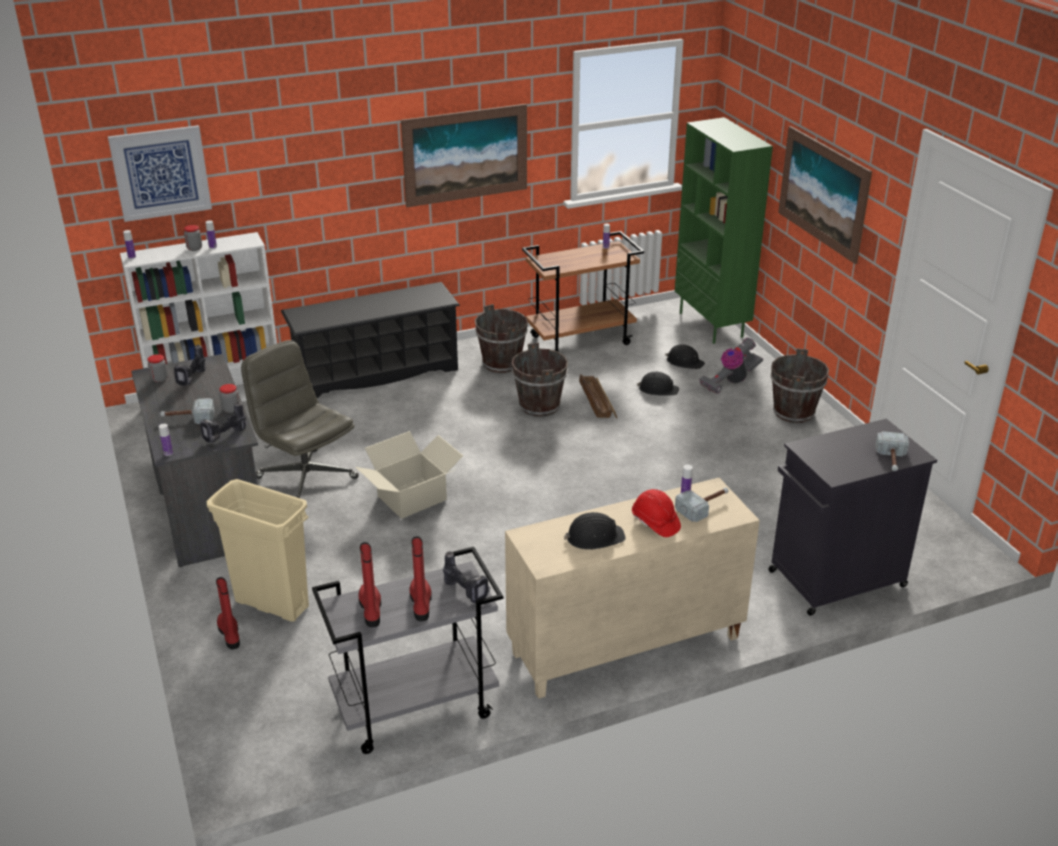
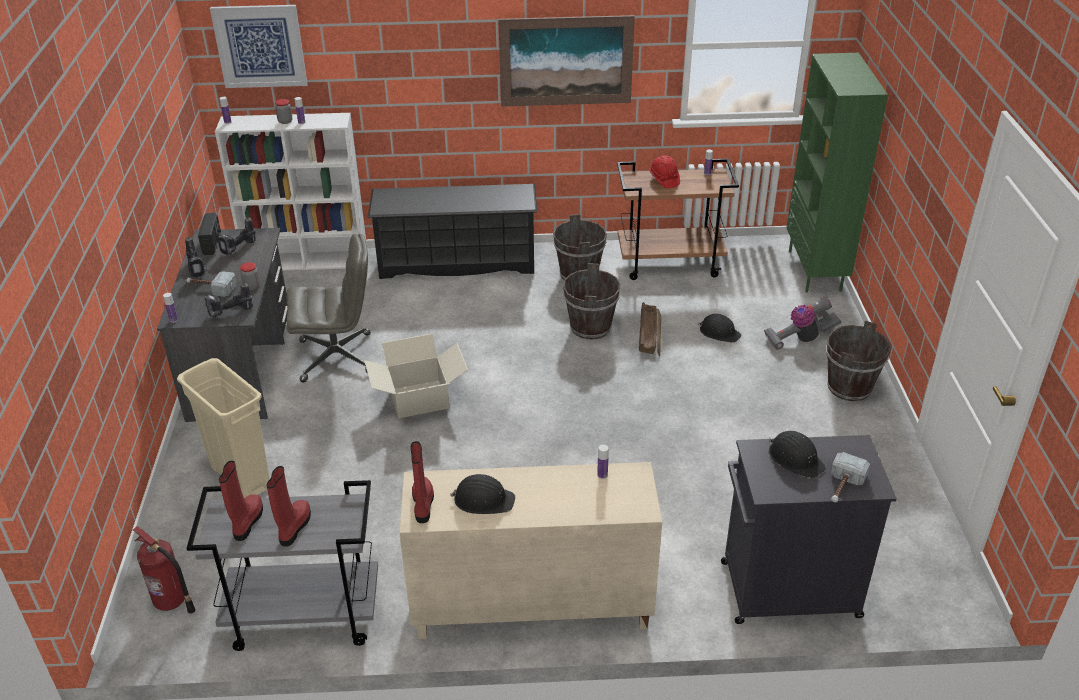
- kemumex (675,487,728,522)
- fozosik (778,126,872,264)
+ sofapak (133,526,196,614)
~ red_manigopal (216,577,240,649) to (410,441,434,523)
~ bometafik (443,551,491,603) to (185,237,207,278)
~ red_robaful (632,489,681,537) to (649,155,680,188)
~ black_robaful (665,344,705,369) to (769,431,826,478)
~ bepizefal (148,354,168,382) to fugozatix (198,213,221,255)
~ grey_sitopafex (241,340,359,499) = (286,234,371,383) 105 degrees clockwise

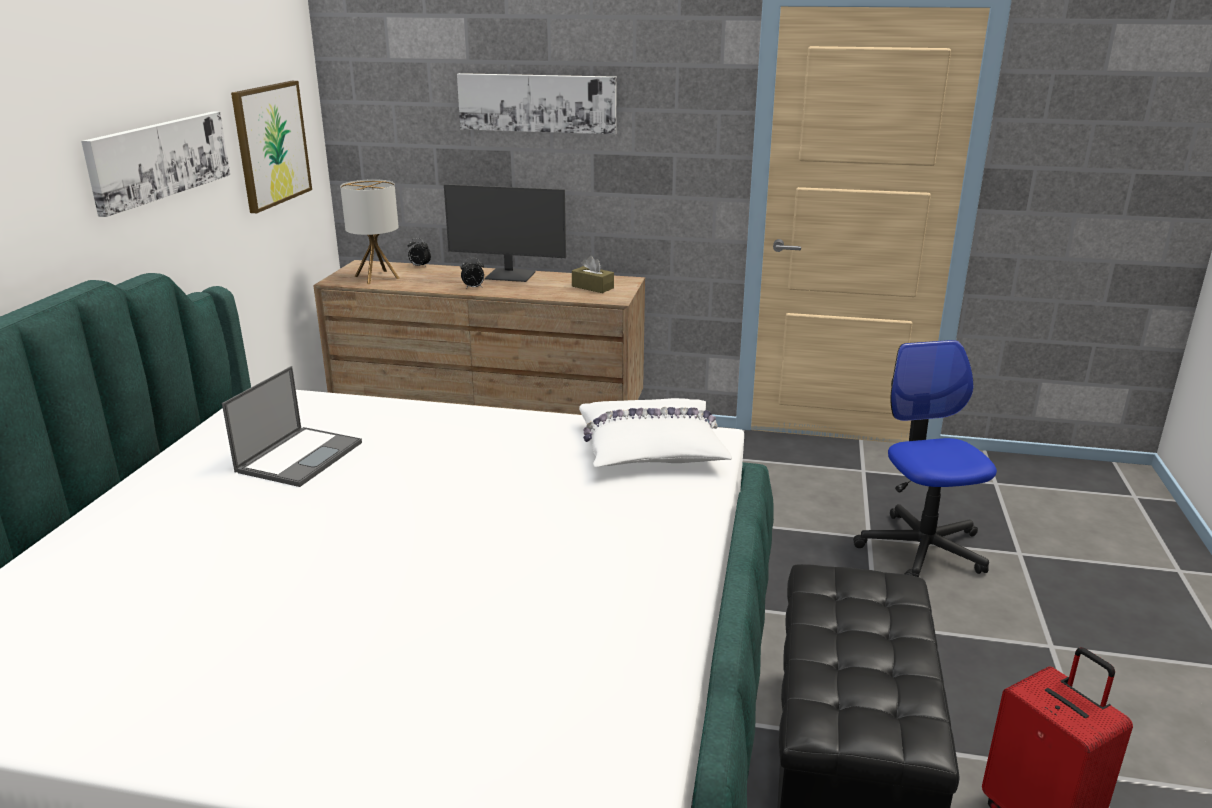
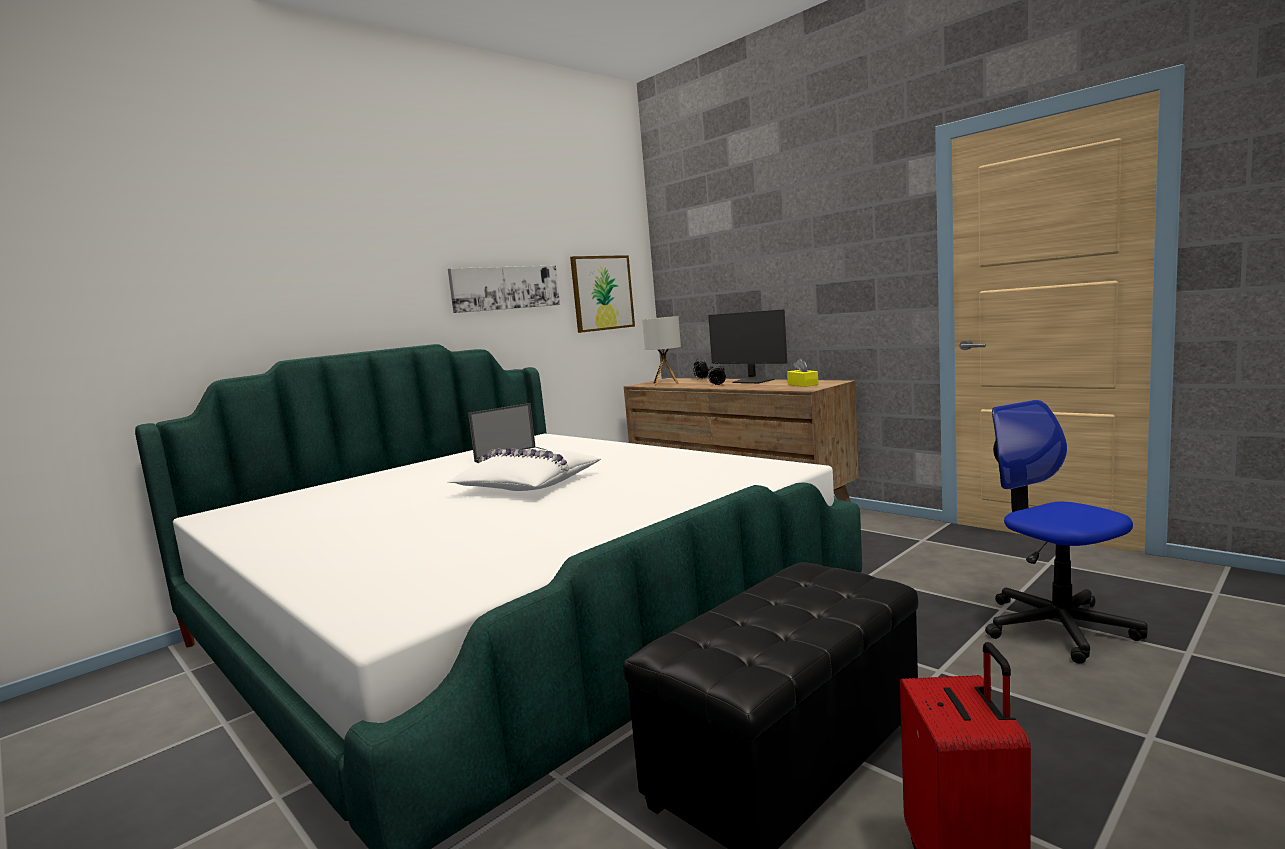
- fozosik (457,73,617,135)
~ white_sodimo (579,398,732,467) to (447,448,601,491)
~ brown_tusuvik (572,256,614,293) to yellow_tusuvik (787,358,819,387)
~ sitopafex (853,340,997,577) = (985,400,1148,664) 45 degrees counterclockwise

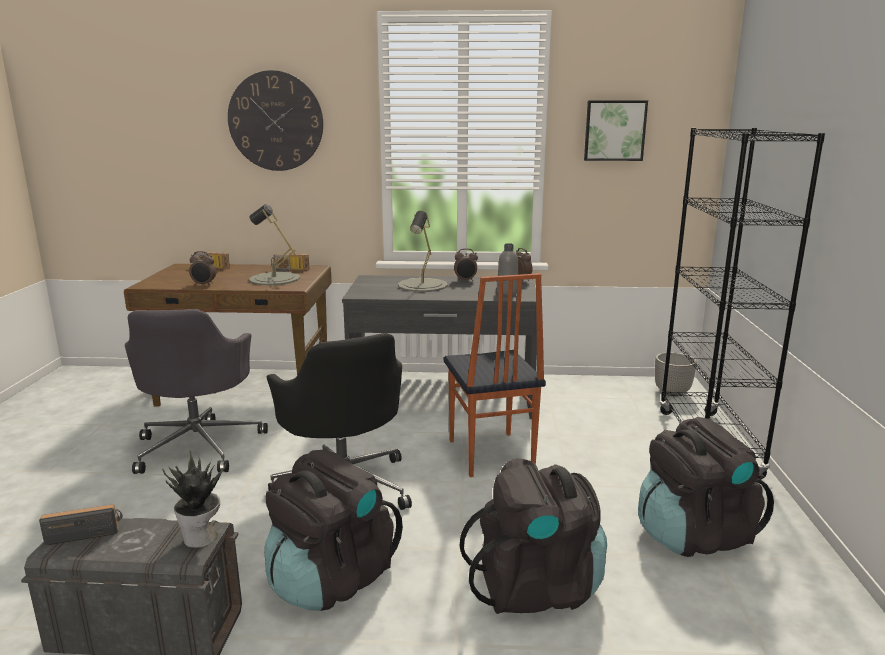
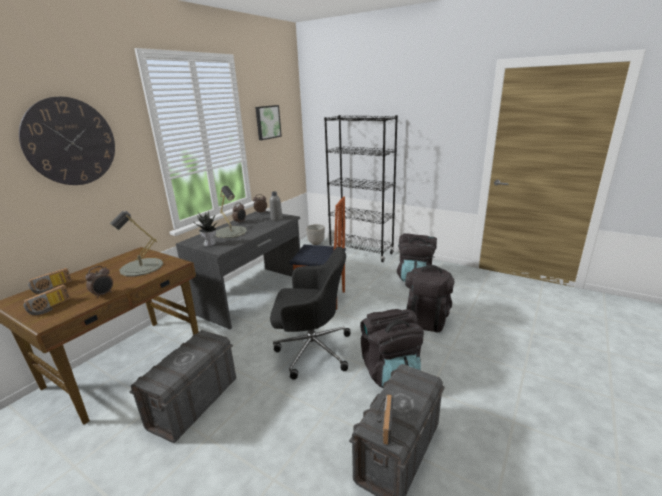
~ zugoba (162,450,226,548) to (193,211,218,246)
~ fugozatix (271,254,310,272) to (23,285,70,315)
~ grey_sitopafex (125,309,268,474) to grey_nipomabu (130,330,236,443)

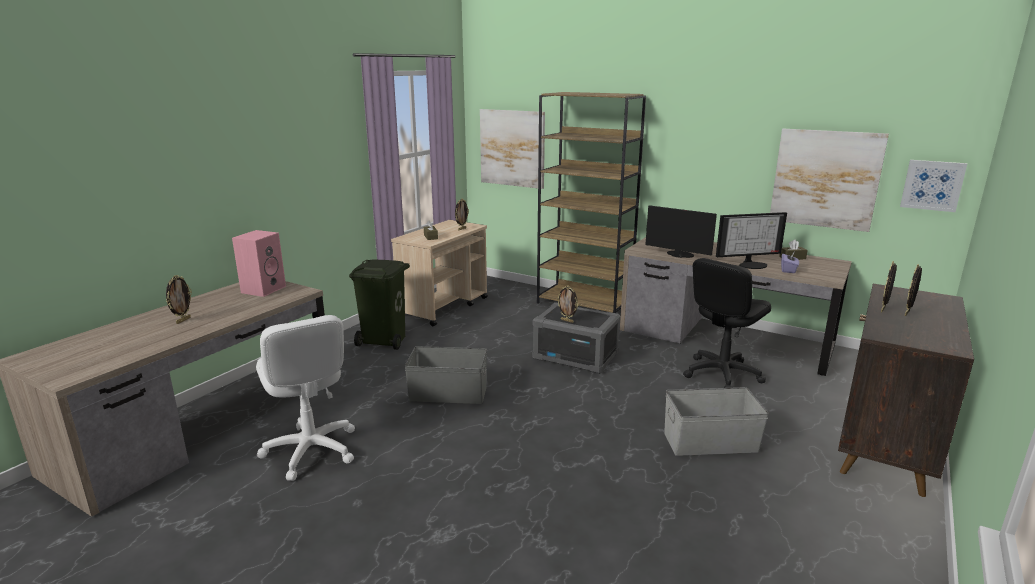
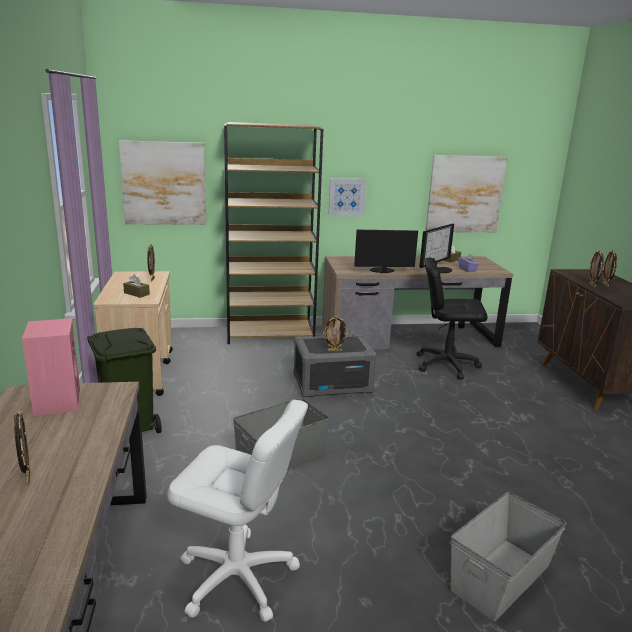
~ grey_nipomabu (664,387,769,456) to (450,492,566,621)
~ fozosik (900,160,967,212) to (328,178,366,216)
~ black_sitopafex (683,258,771,388) = (417,257,488,379) 90 degrees clockwise

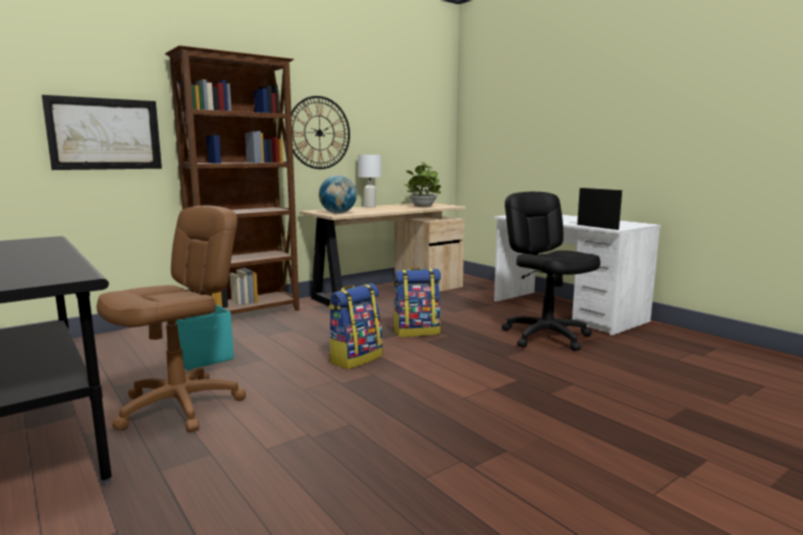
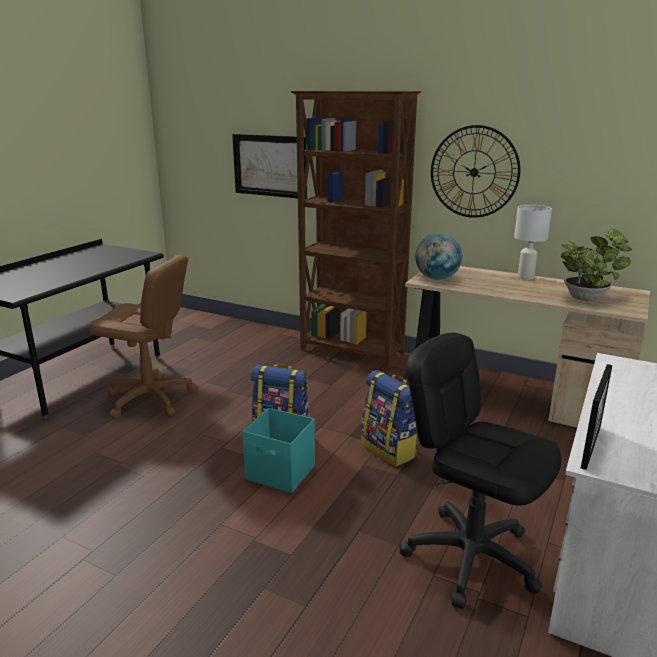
~ turquoise_nipomabu (176,304,234,370) to (242,408,315,493)
~ black_sitopafex (502,192,600,351) = (400,333,562,609) 90 degrees counterclockwise

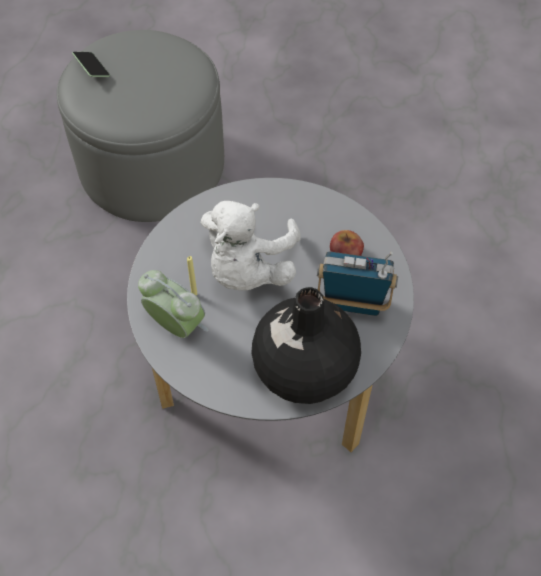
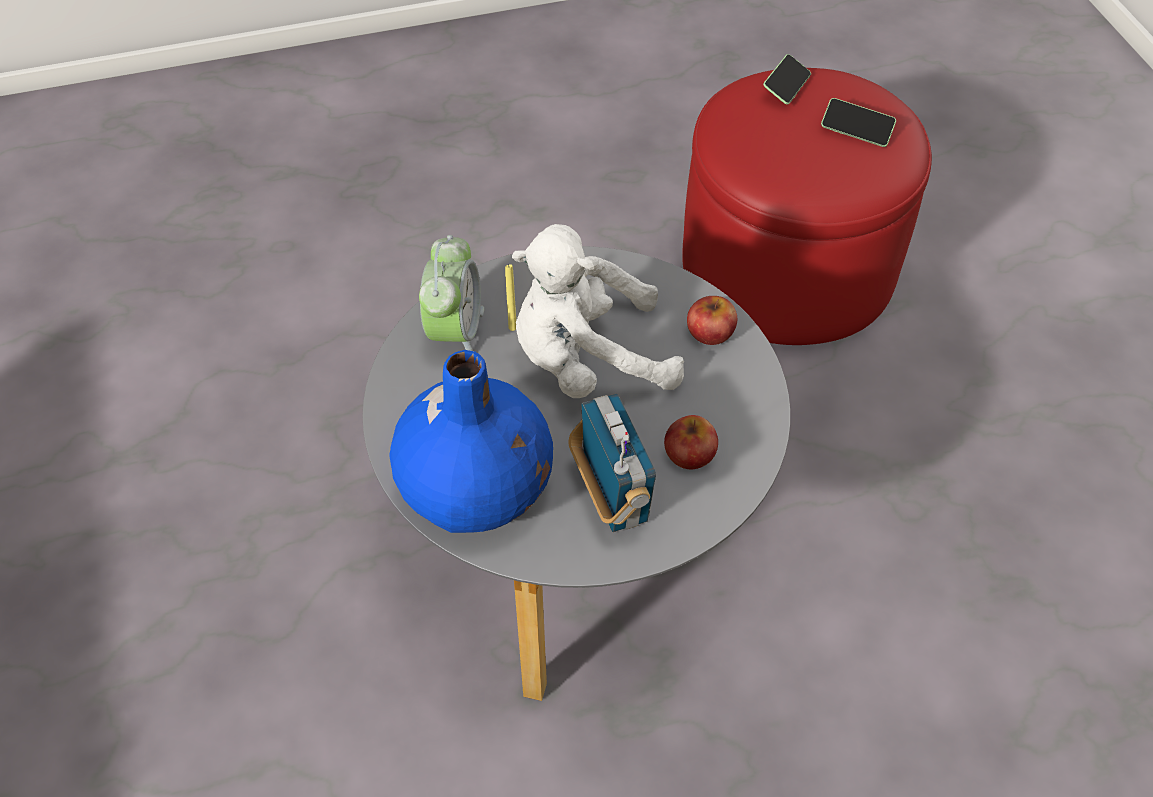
+ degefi (687,296,737,345)
+ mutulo (821,98,896,147)
~ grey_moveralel (56,30,224,222) to red_moveralel (682,68,932,345)
~ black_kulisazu (251,287,361,404) to blue_kulisazu (389,350,553,533)

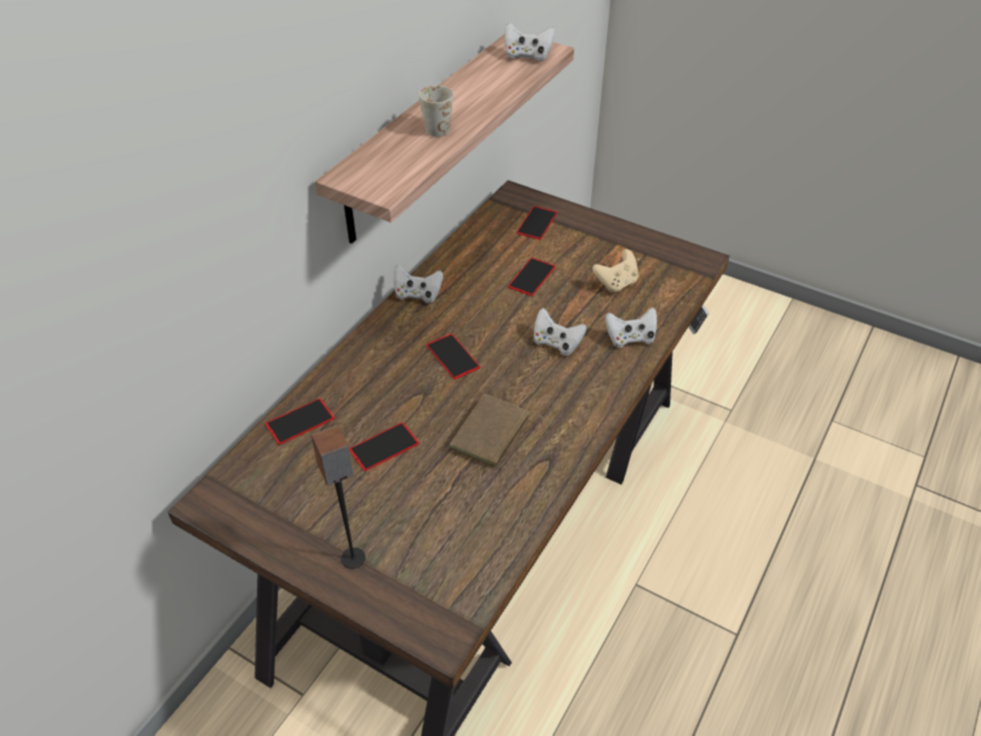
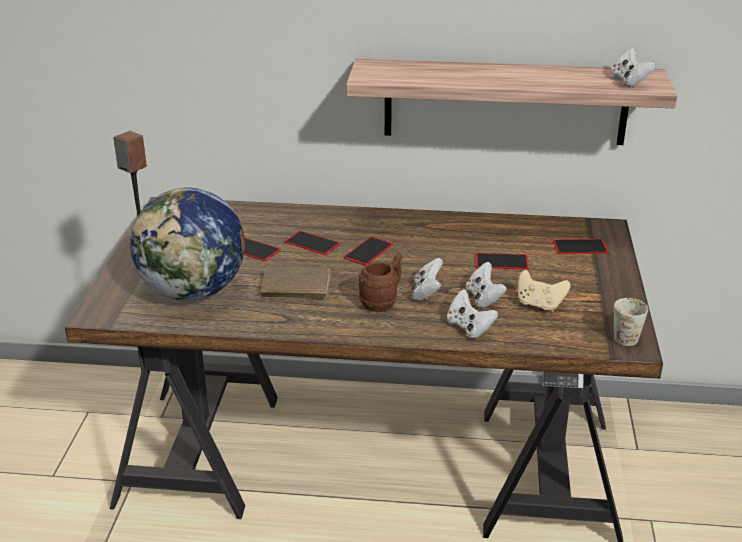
+ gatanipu (130,188,245,301)
+ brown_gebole (358,253,402,312)
~ mutulo (265,398,335,445) to (284,231,340,255)
~ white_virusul (394,265,443,303) to (466,262,507,308)
~ white_gebole (419,85,453,137) to (614,298,648,346)

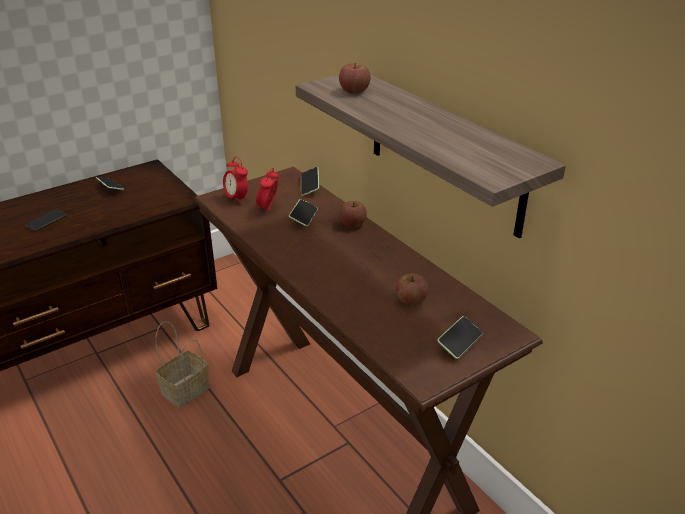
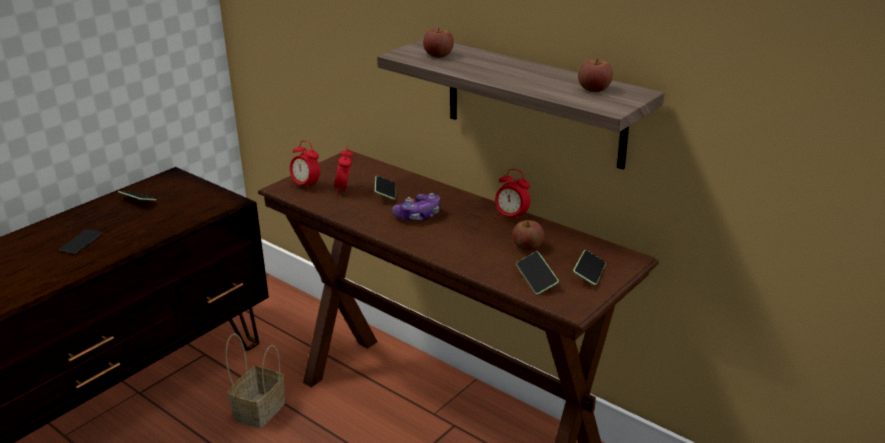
+ virusul (392,193,440,221)
+ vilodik (495,169,531,223)
~ mutulo (301,167,319,196) to (516,252,559,295)
~ degefi (339,201,367,228) to (578,59,613,92)

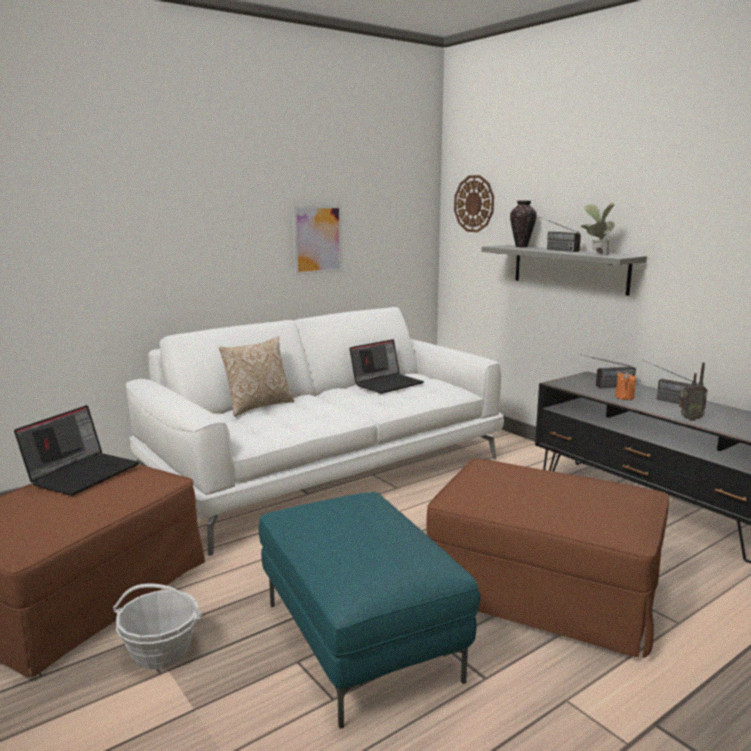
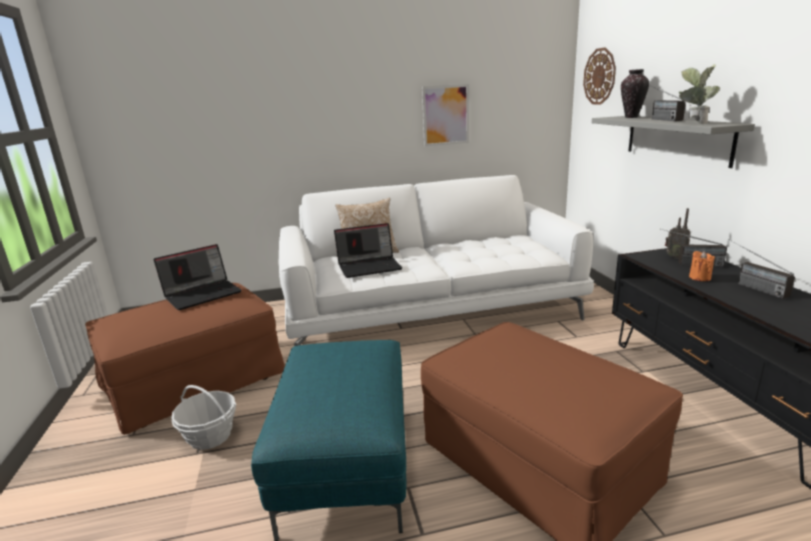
~ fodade (349,339,424,394) to (334,223,402,278)
~ fugozatix (679,362,708,421) to (665,208,691,259)

